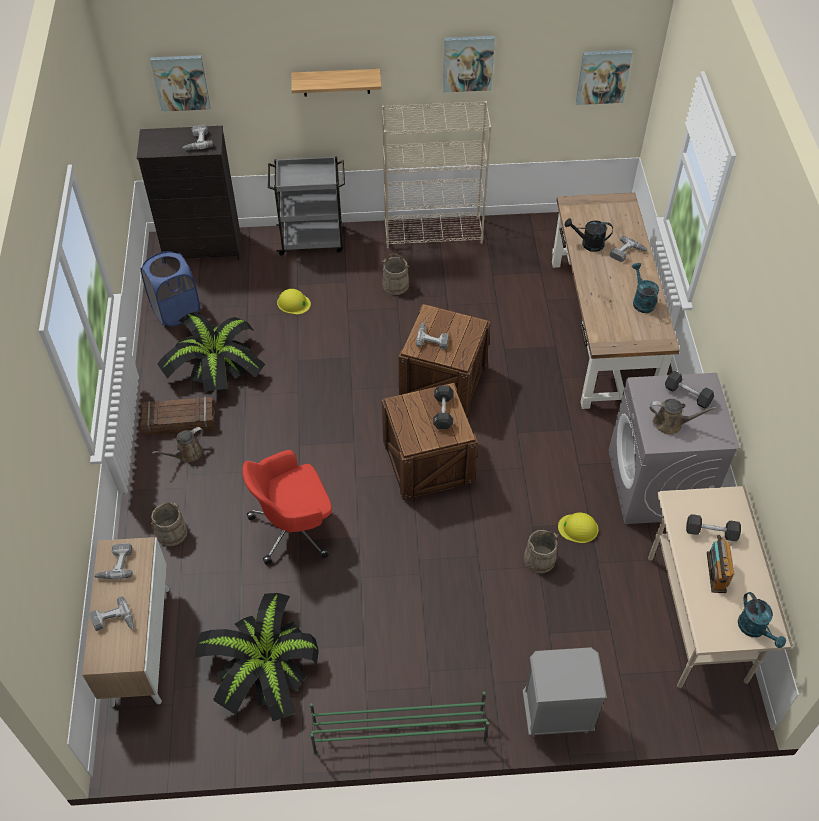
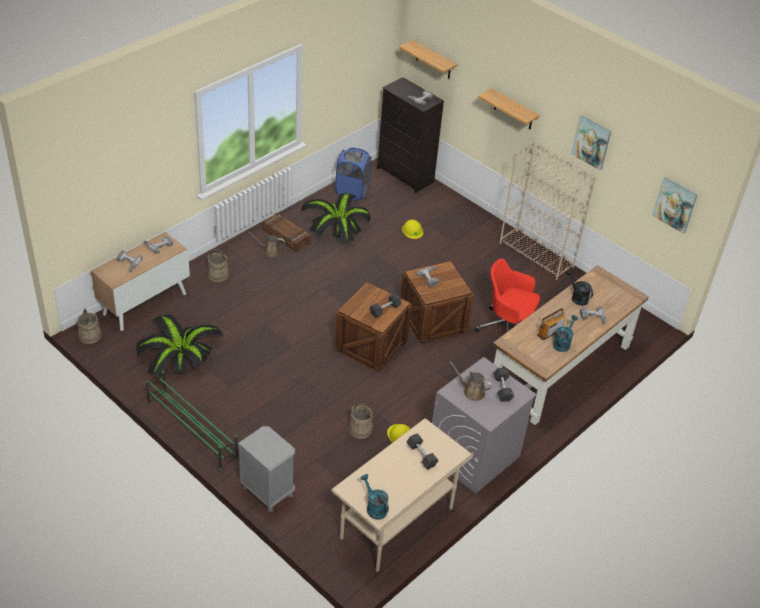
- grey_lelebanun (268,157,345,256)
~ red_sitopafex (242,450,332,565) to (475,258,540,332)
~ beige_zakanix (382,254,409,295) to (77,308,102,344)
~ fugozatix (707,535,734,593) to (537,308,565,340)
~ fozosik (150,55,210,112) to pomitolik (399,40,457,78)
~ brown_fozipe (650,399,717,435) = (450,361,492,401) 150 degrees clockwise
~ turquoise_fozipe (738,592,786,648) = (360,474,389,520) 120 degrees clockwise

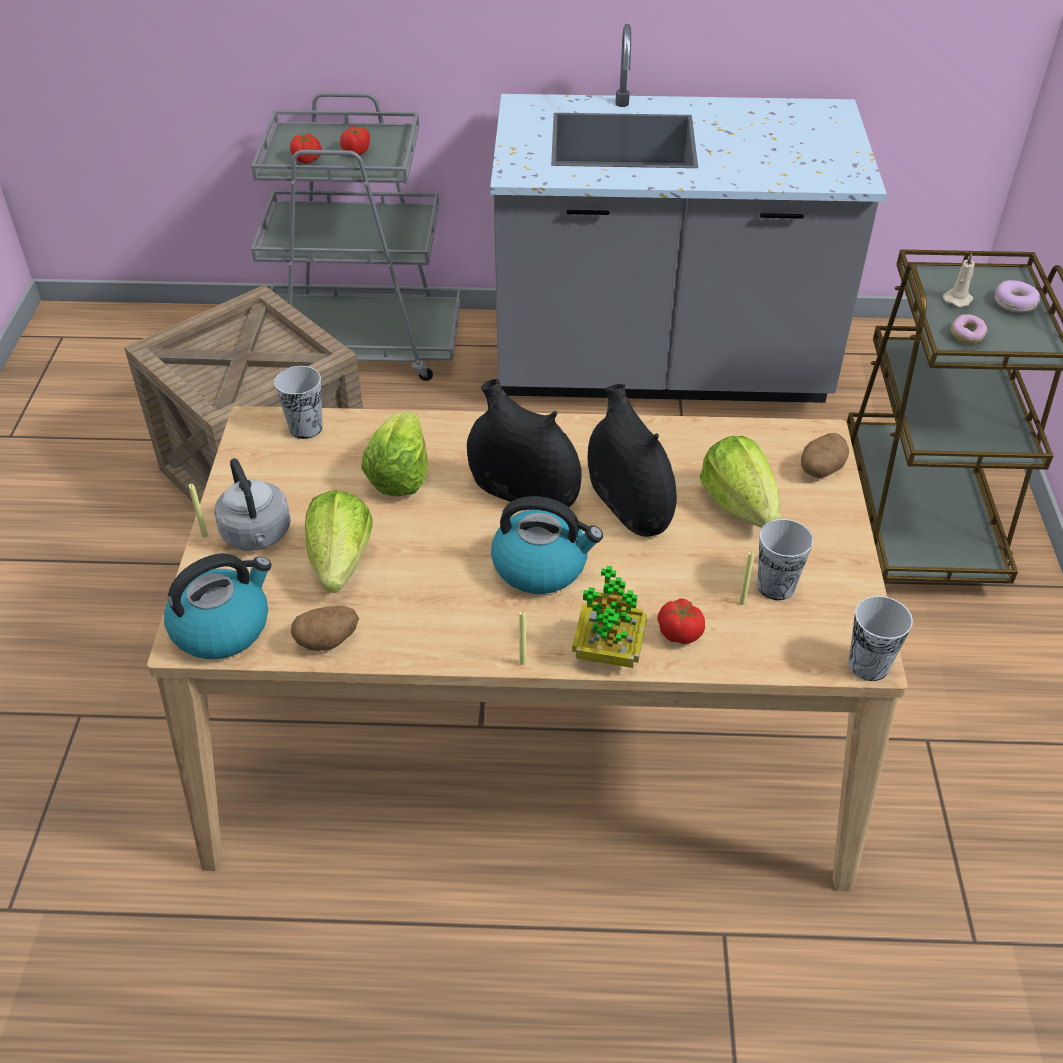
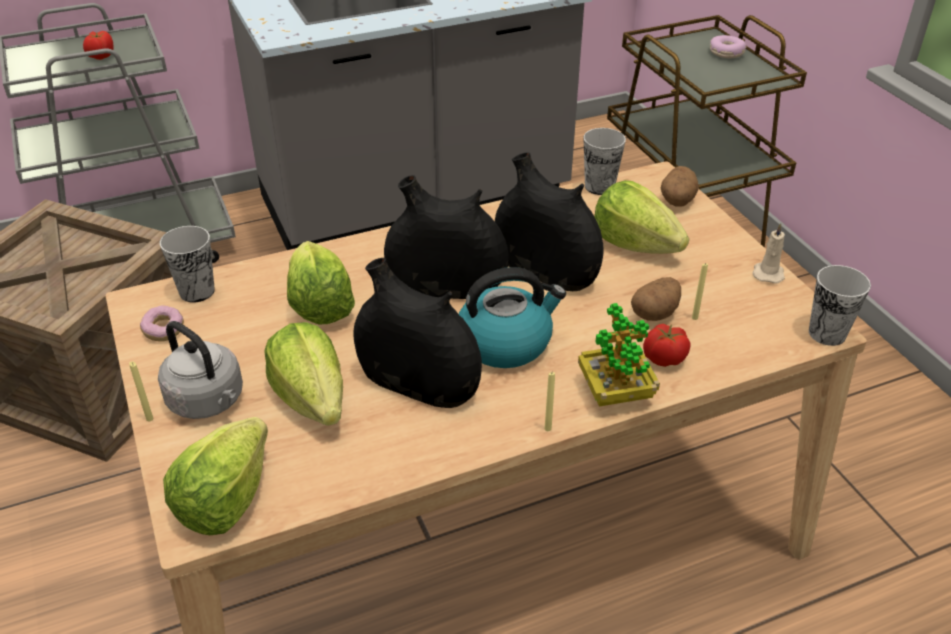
- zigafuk (290,133,322,164)
+ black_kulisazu (353,258,482,408)
~ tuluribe (291,606,359,651) to (631,277,681,321)
~ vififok (757,519,813,600) to (583,128,626,195)
~ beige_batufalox (943,253,975,307) to (752,223,785,284)
~ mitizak (951,314,987,344) to (140,306,184,341)
~ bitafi (164,553,272,659) to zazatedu (163,417,268,535)

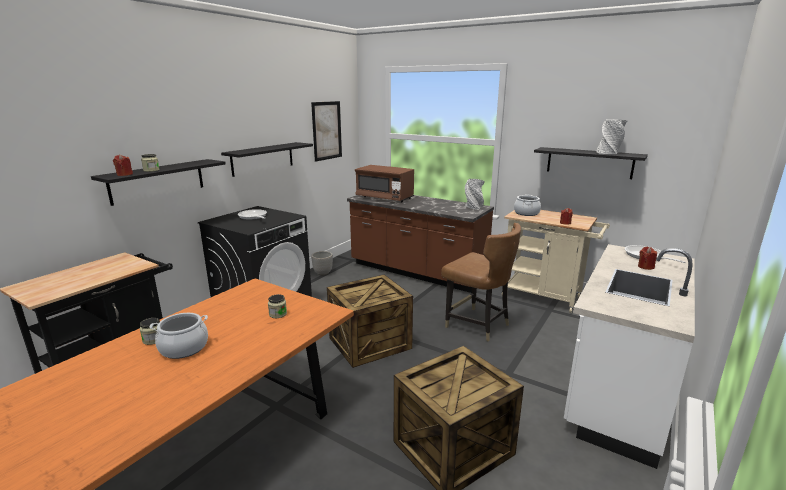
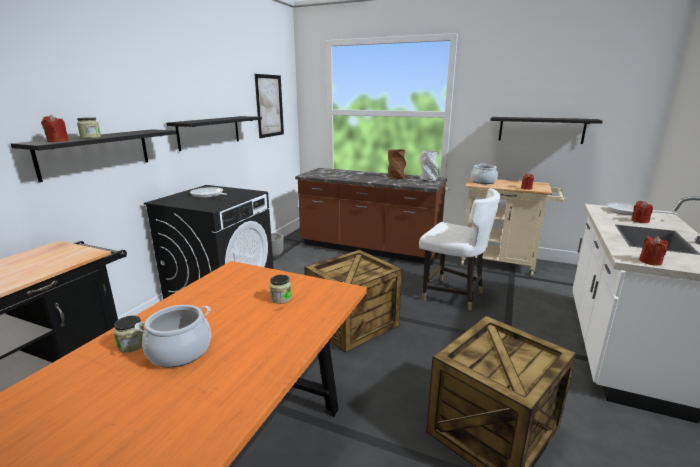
- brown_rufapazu (355,165,414,202)
- grey_kulisazu (596,119,628,154)
+ brown_kulisazu (388,149,406,179)
+ red_batufalox (639,236,668,266)
~ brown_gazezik (441,223,521,341) to white_gazezik (419,188,501,311)

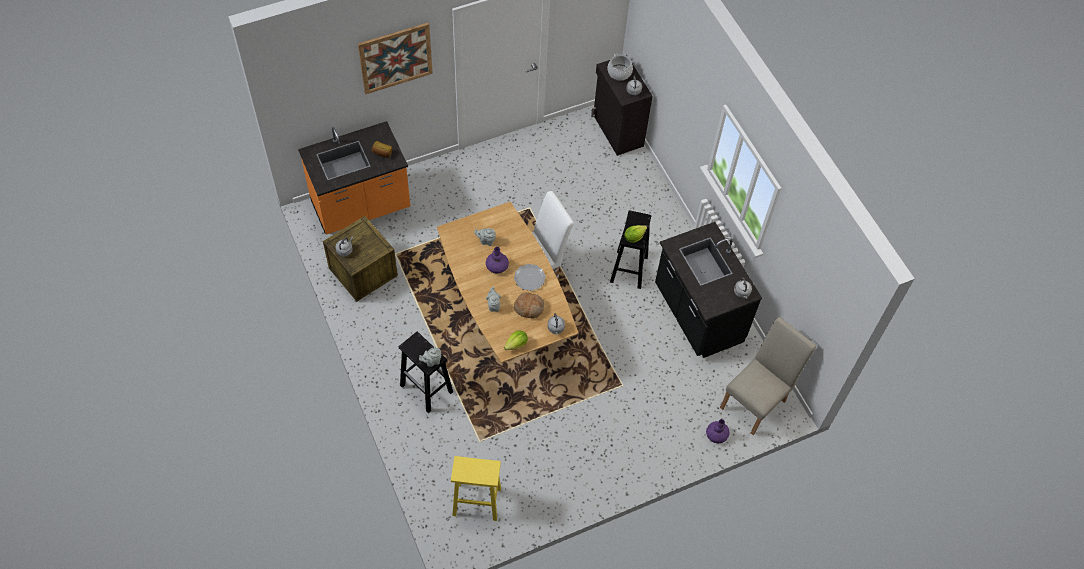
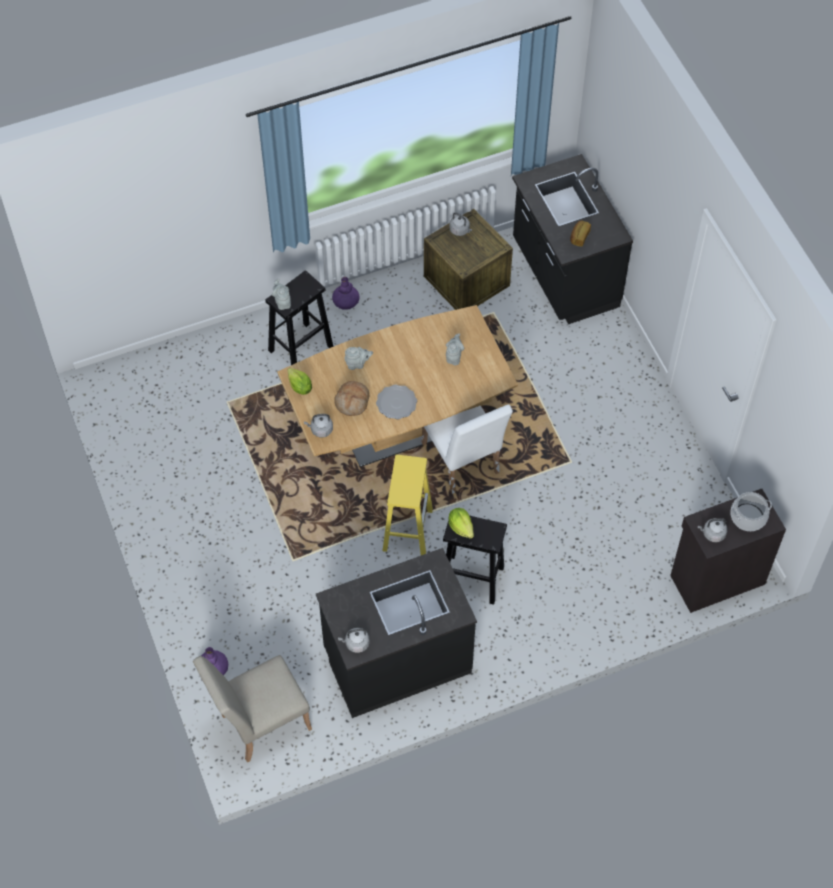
- fozosik (358,23,433,94)
~ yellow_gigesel (451,456,501,521) to (383,455,433,555)
~ purple_kulisazu (486,247,509,274) to (332,277,359,310)
~ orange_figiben (298,121,410,235) to black_figiben (512,154,633,324)
~ beige_gazezik (720,317,816,435) = (193,655,312,763) 105 degrees clockwise

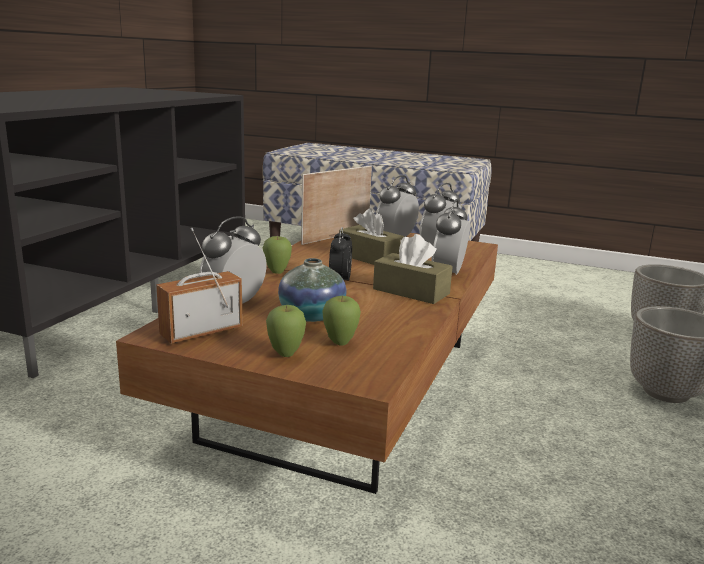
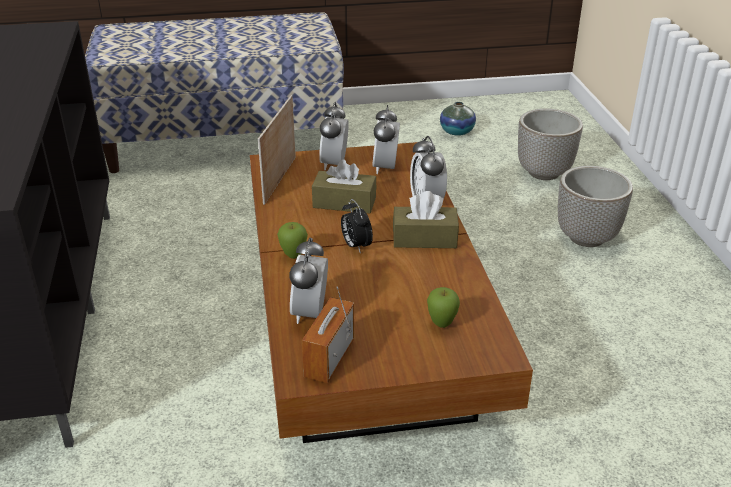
- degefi (266,305,306,357)
~ kulisazu (278,258,346,322) to (440,102,476,136)

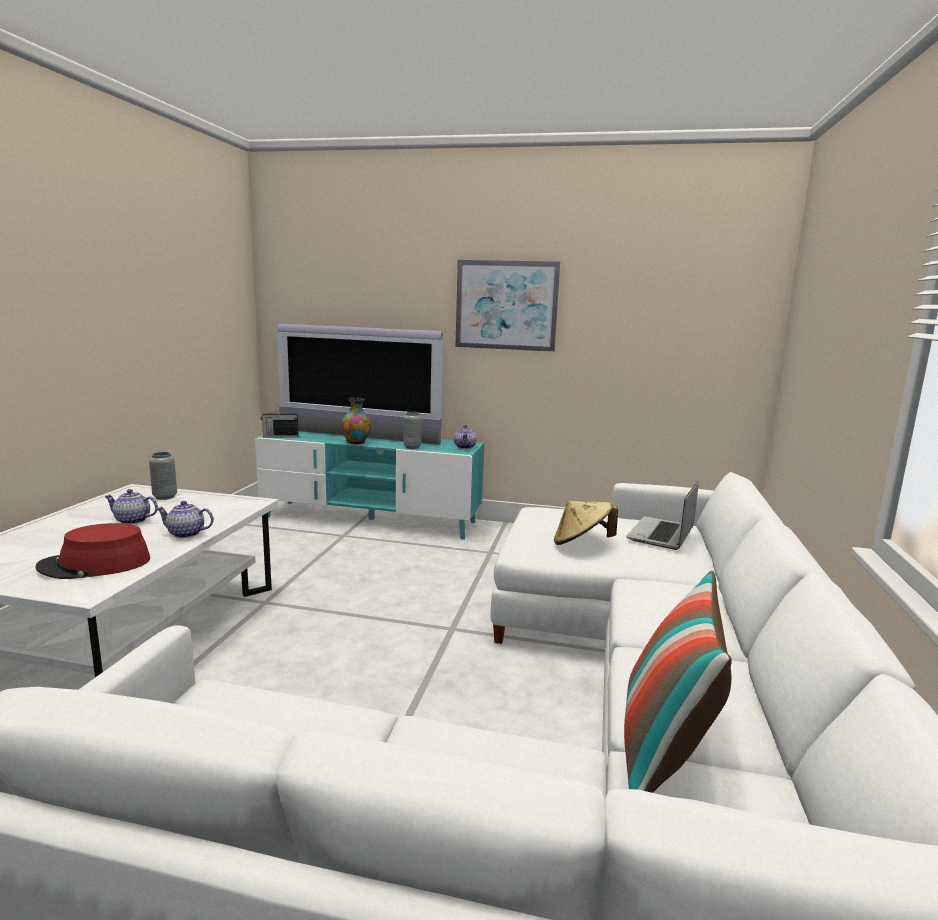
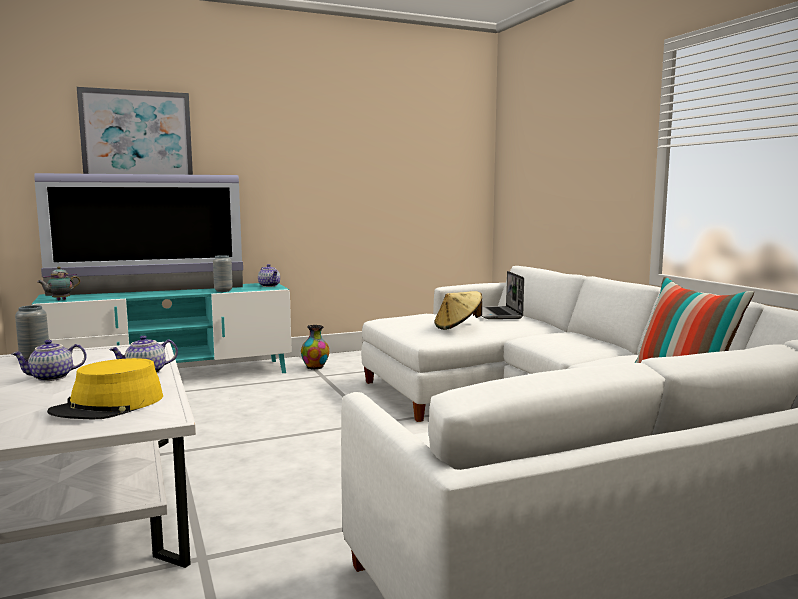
~ kulisazu (341,397,371,444) to (301,325,329,370)
~ fozosik (455,260,560,352) to (77,87,193,175)
~ fugozatix (261,408,299,437) to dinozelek (37,267,80,300)
~ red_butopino (35,523,150,579) to yellow_butopino (47,358,163,420)

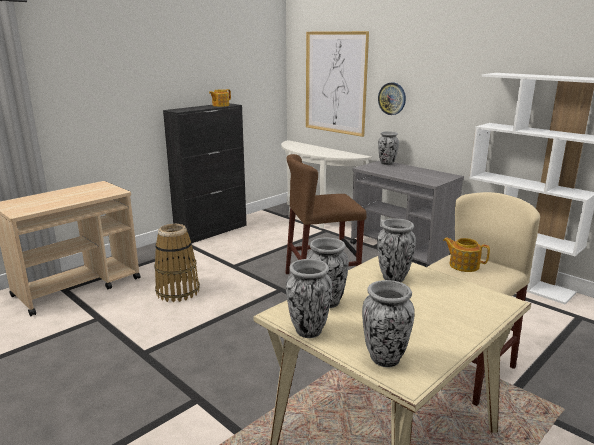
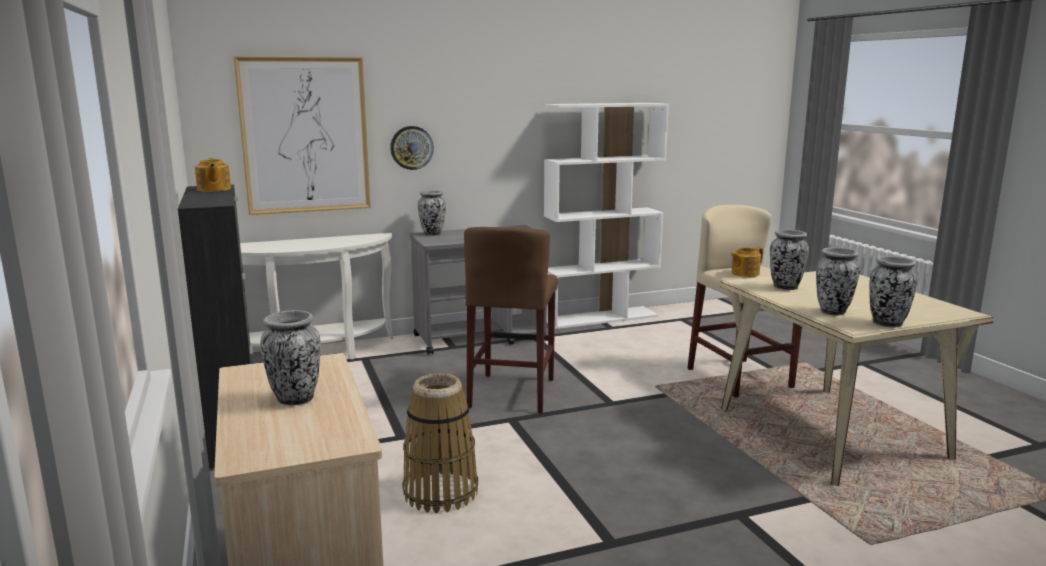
~ kulisazu (362,280,415,367) to (260,310,321,405)

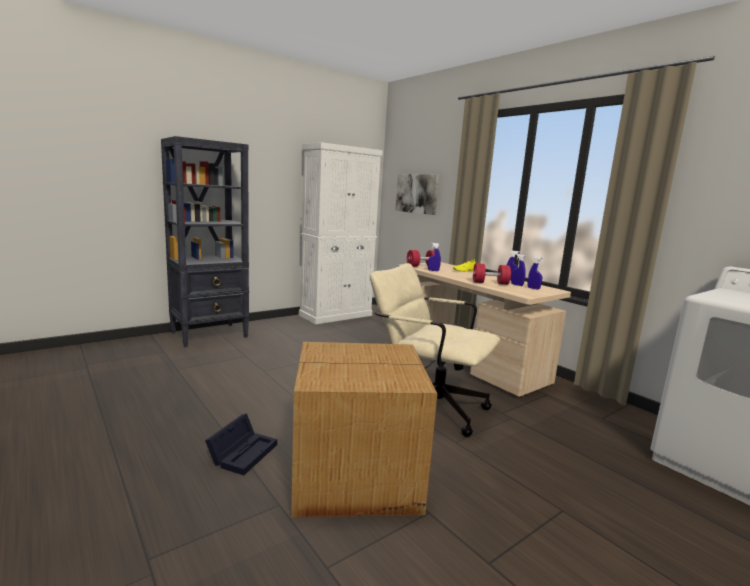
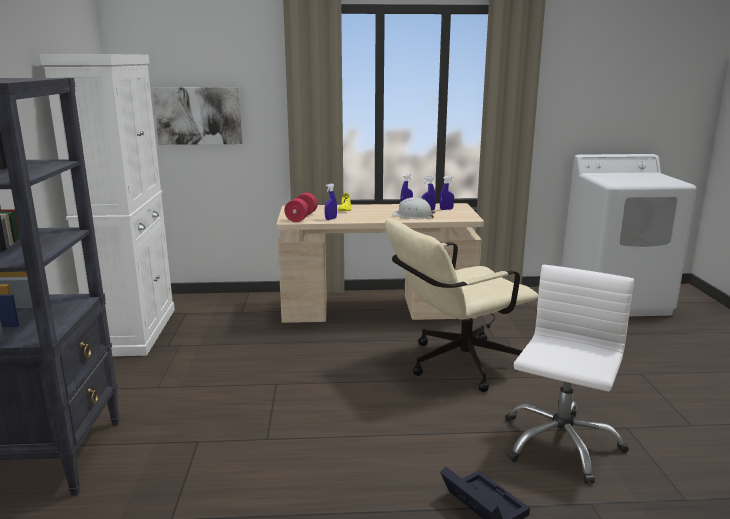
~ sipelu (291,342,438,517) to white_sitopafex (505,265,634,484)
~ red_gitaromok (473,263,511,285) to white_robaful (392,197,435,219)

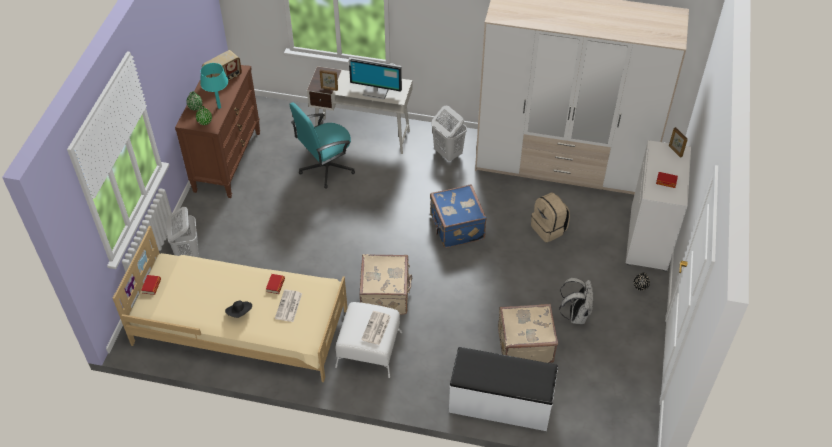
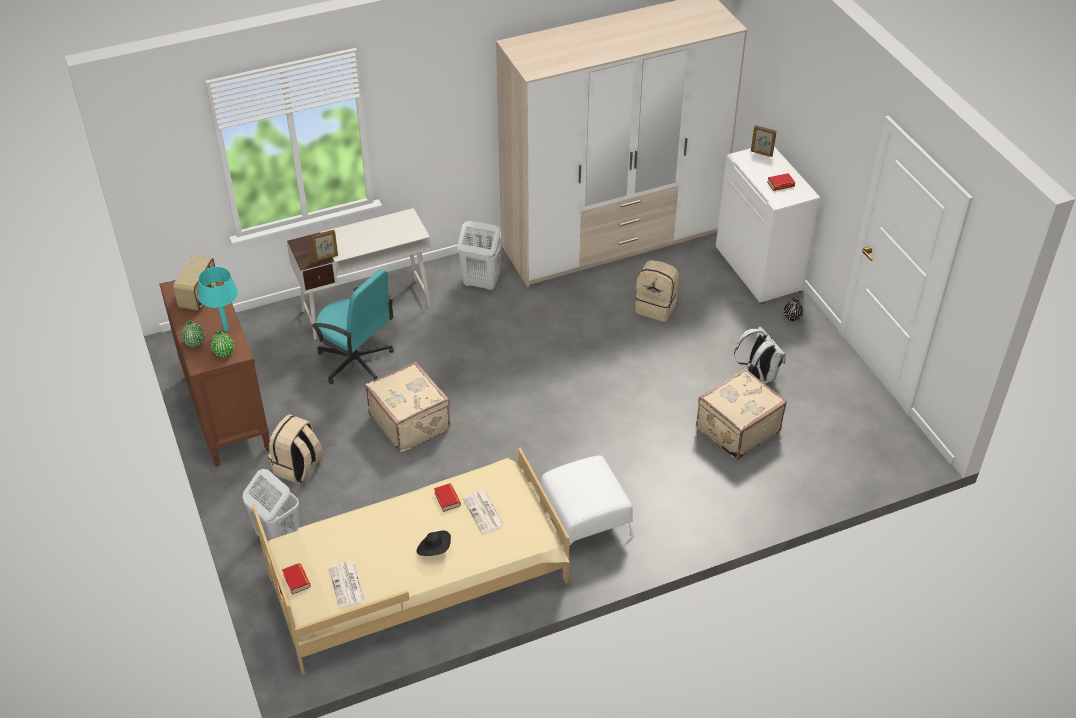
- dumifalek (349,57,402,100)
- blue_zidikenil (430,184,487,248)
- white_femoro (449,347,558,431)
+ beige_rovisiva (268,414,323,483)
~ beige_zidikenil (359,254,412,315) to (365,362,450,452)
~ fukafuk (361,311,391,345) to (329,561,366,608)
~ turquoise_sitopafex (290,102,355,189) = (311,269,394,384) 75 degrees counterclockwise

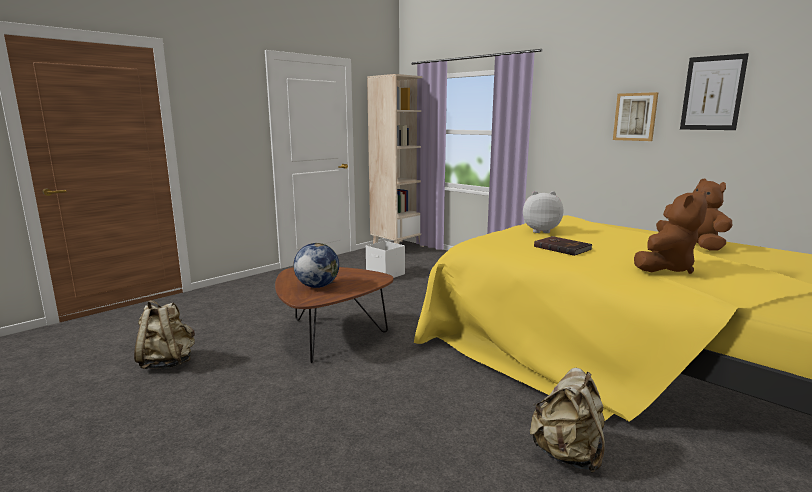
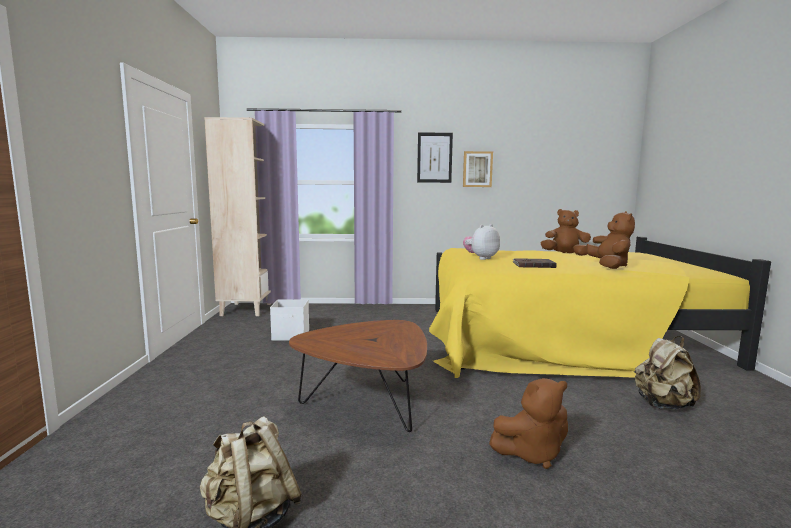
- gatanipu (293,243,339,288)
+ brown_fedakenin (489,378,568,469)
~ fozosik (680,53,749,130) to (417,132,453,183)

